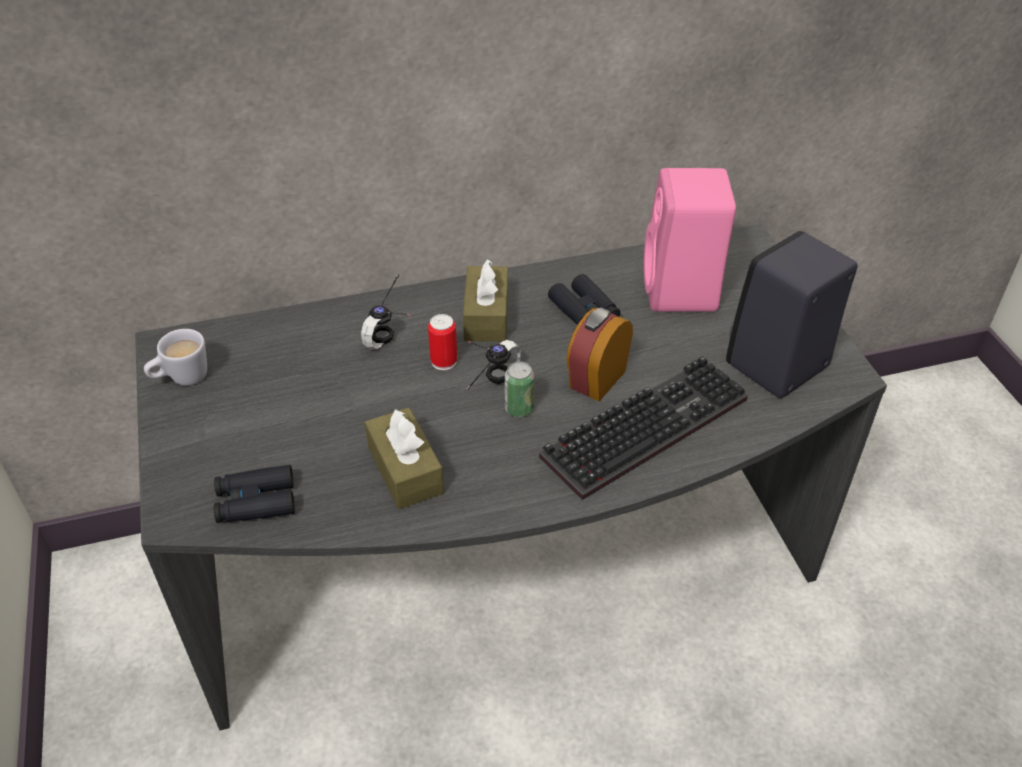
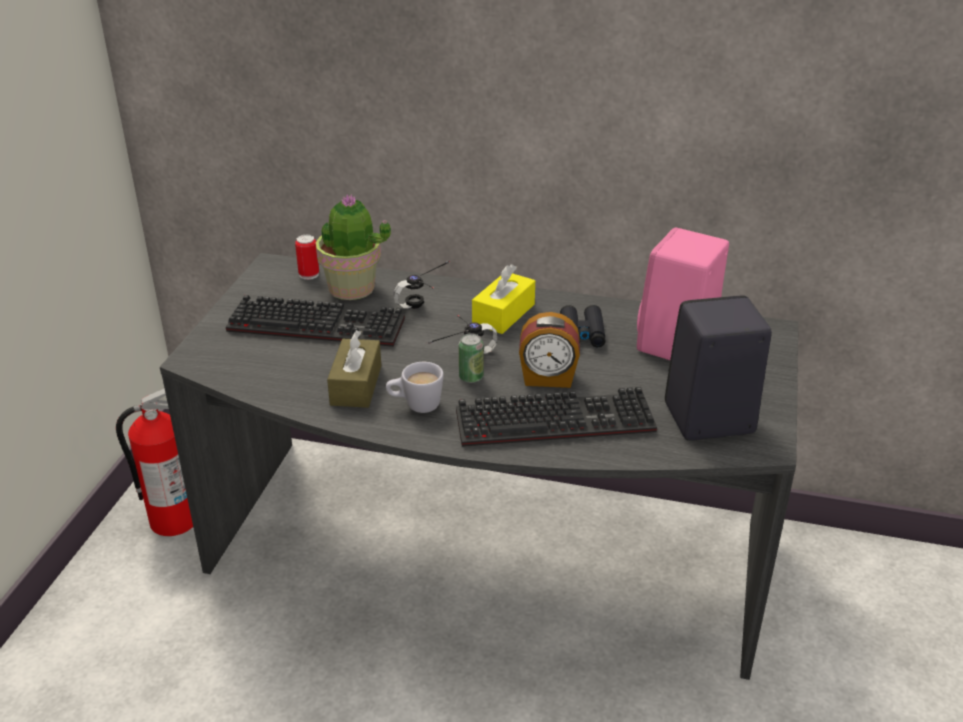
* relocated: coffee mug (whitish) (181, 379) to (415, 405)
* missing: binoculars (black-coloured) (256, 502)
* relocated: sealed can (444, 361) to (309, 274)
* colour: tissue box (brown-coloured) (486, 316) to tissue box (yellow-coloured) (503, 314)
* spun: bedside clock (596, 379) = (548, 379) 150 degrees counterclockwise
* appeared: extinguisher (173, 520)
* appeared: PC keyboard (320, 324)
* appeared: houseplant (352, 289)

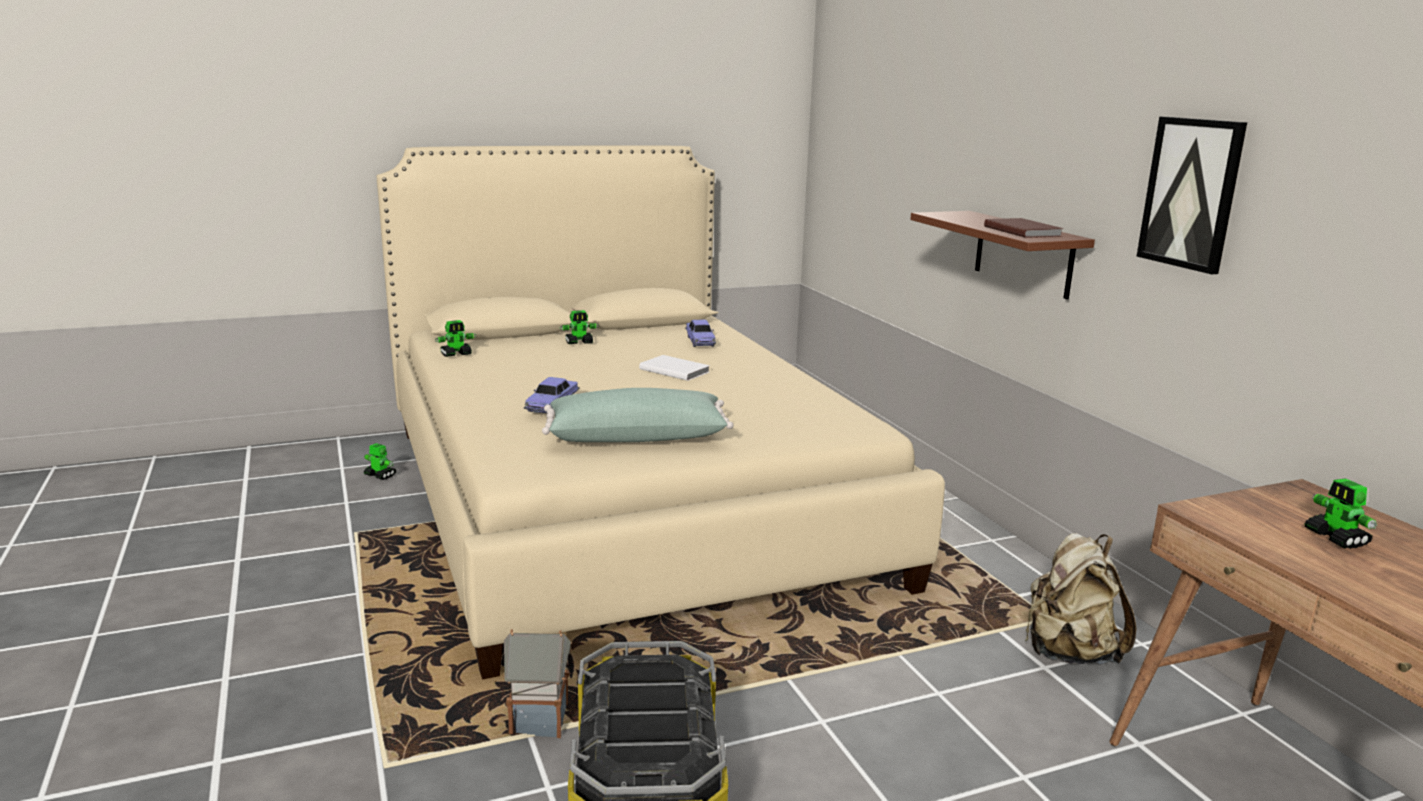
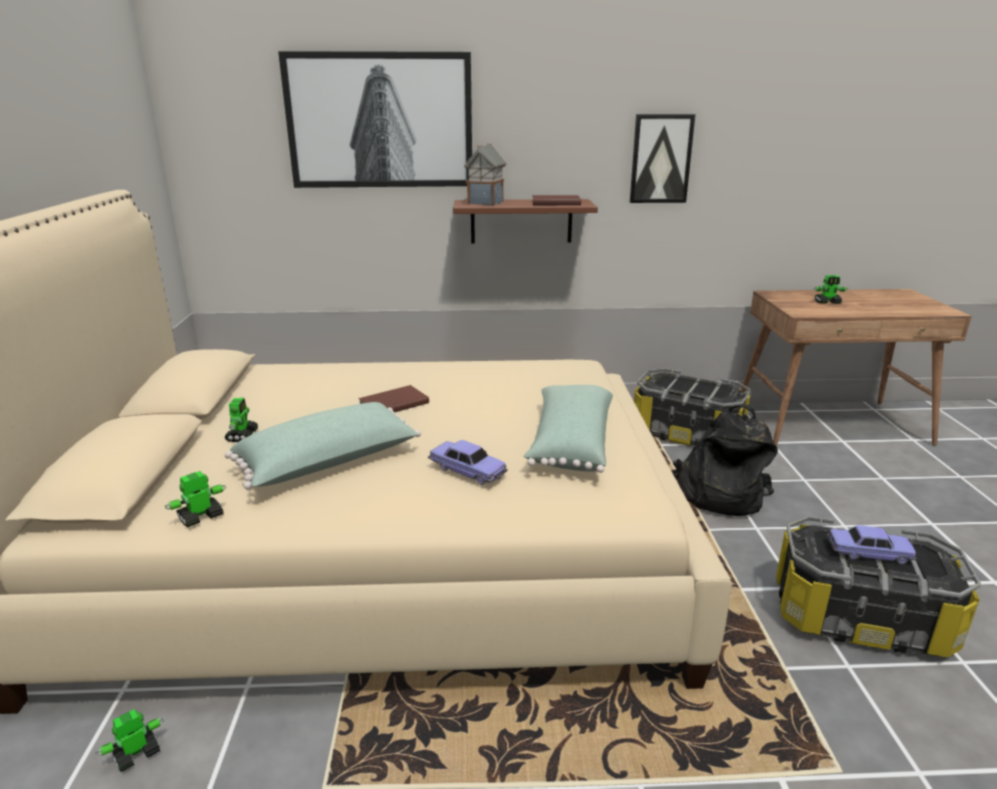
* spun: toy robot (456, 354) = (200, 517) 120 degrees counterclockwise
* relocated: toy house (541, 720) to (485, 203)
* colour: bound book (whitish) (674, 370) to bound book (brown-coloured) (392, 403)
* relocated: miniature car (700, 341) to (869, 553)
* exchanged: knapsack (sand-coloured) (1069, 653) to storage box (687, 433)
* appeared: cushion (green) (329, 464)
* appeared: wall art (380, 121)
* appeared: knapsack (black-coloured) (718, 494)

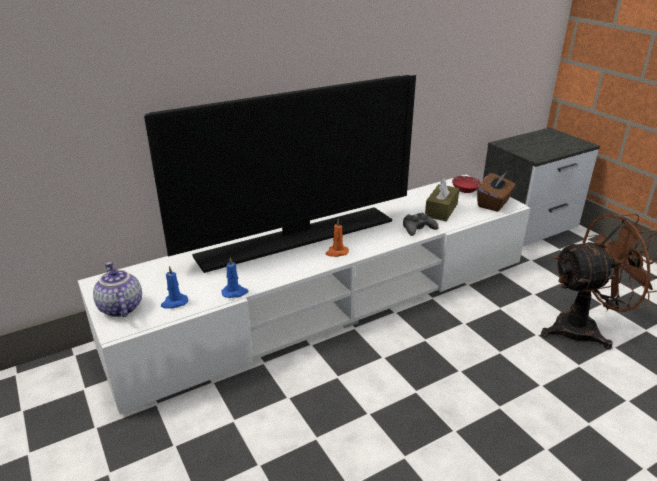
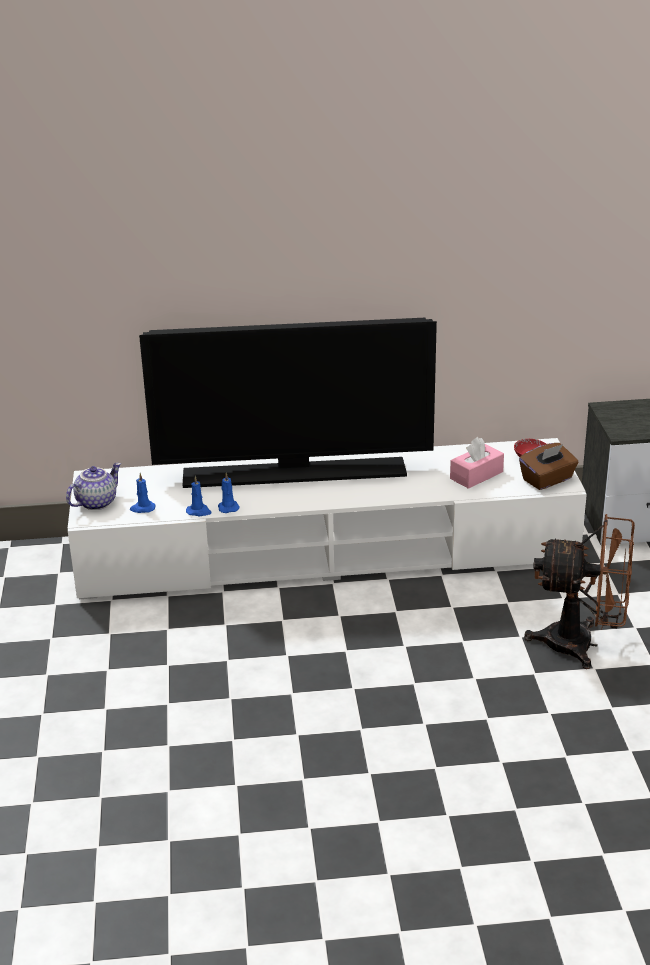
* spun: teapot (119, 308) = (96, 502) 45 degrees clockwise
* missing: wax candle (orange-coloured) (336, 252)
* missing: gamepad (black-coloured) (418, 229)
* colour: tissue box (brown-coloured) (441, 210) to tissue box (pinkish) (476, 475)
* appeared: wax candle (blue-coloured) (228, 507)

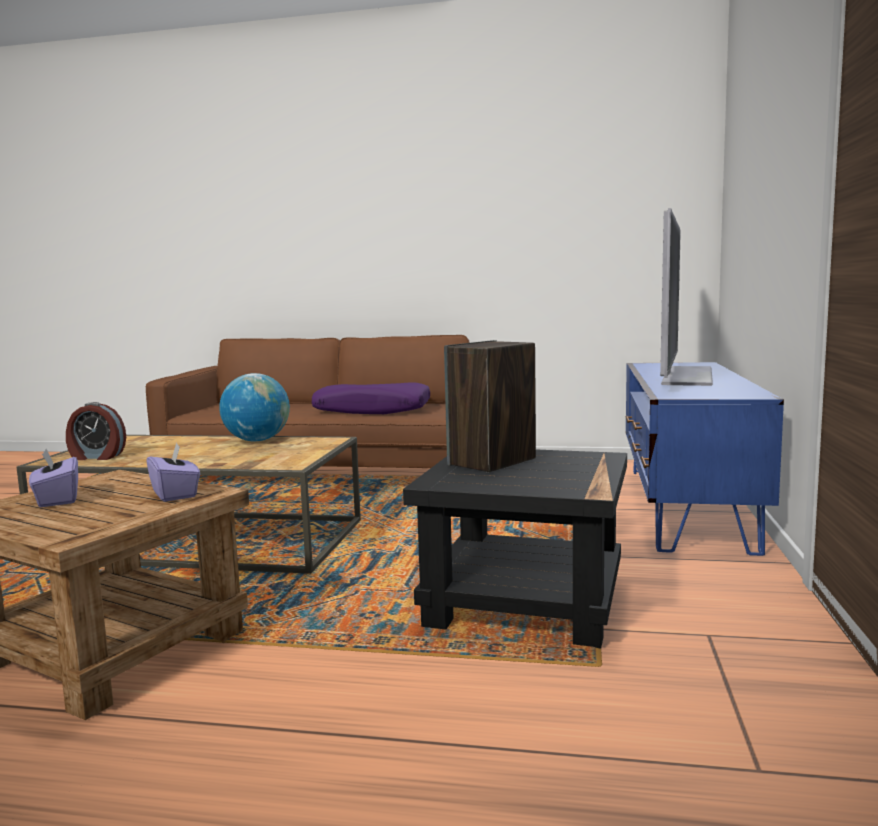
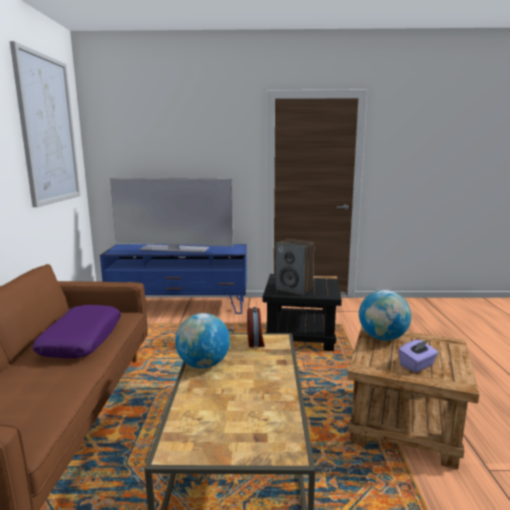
* relocated: bedside clock (97, 457) to (256, 341)
* exchanged: tissue box (purplish) (175, 494) to globe (382, 338)
* appeared: wall art (48, 130)

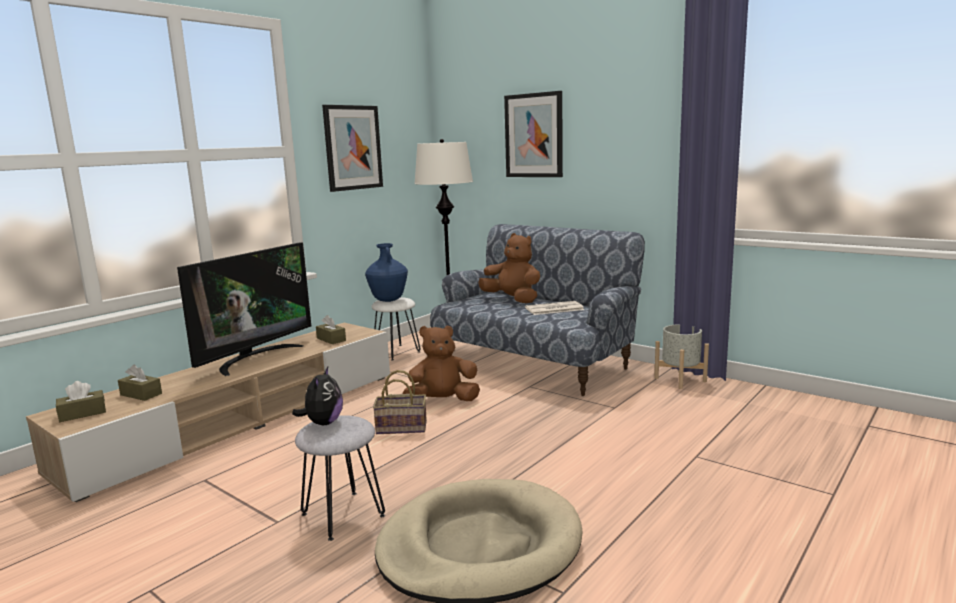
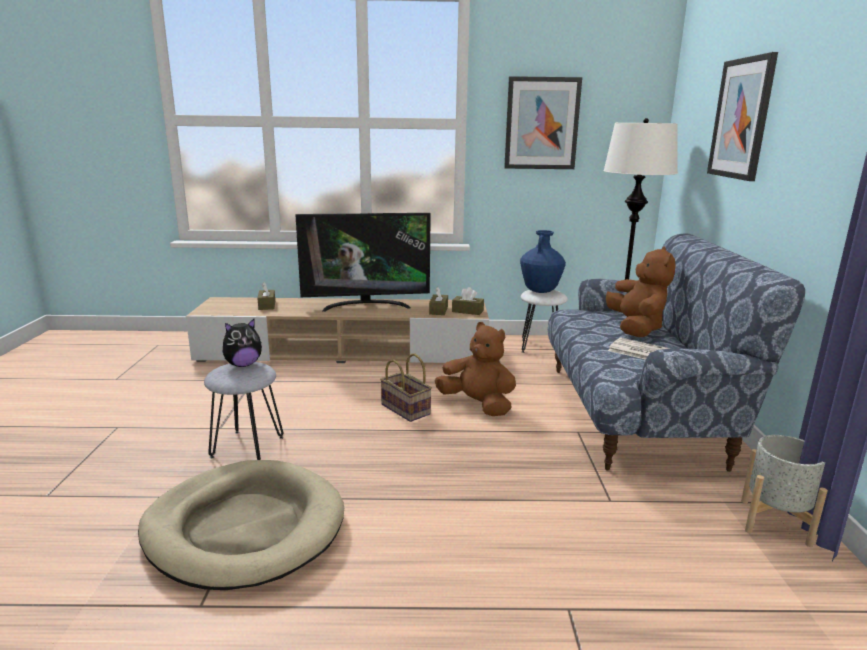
* relocated: tissue box (brown-coloured) (82, 414) to (467, 311)

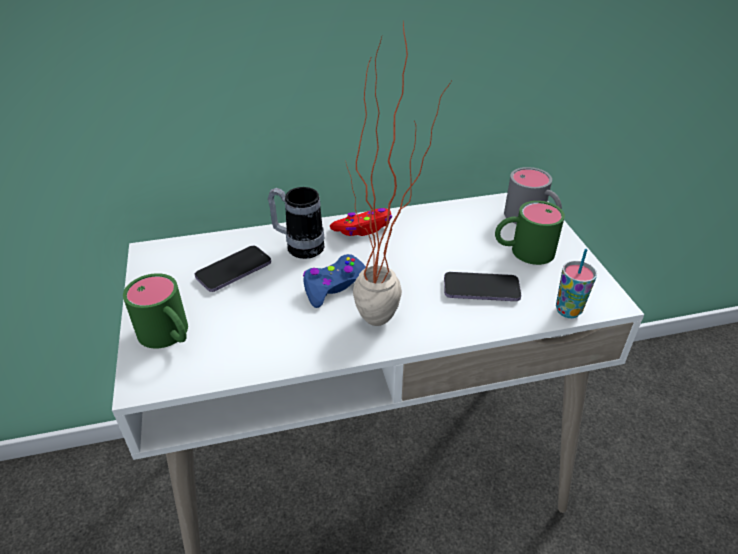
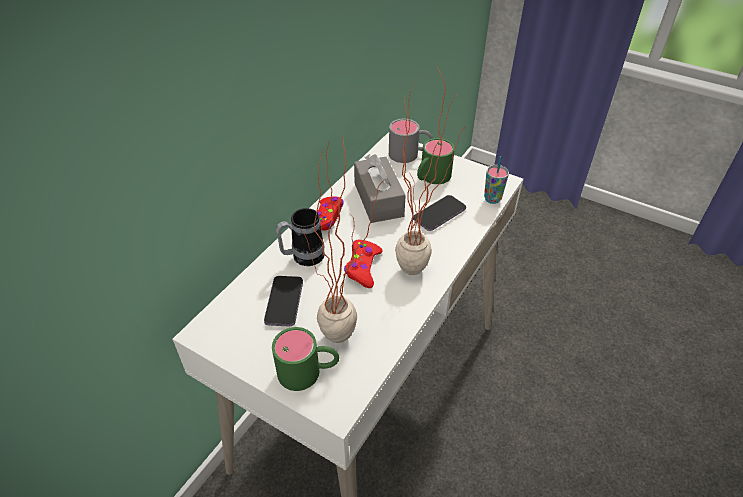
* colour: gamepad (blue-coloured) (335, 287) to gamepad (red-coloured) (363, 267)
* appeared: houseplant (348, 342)
* appeared: tissue box (greyish) (378, 199)

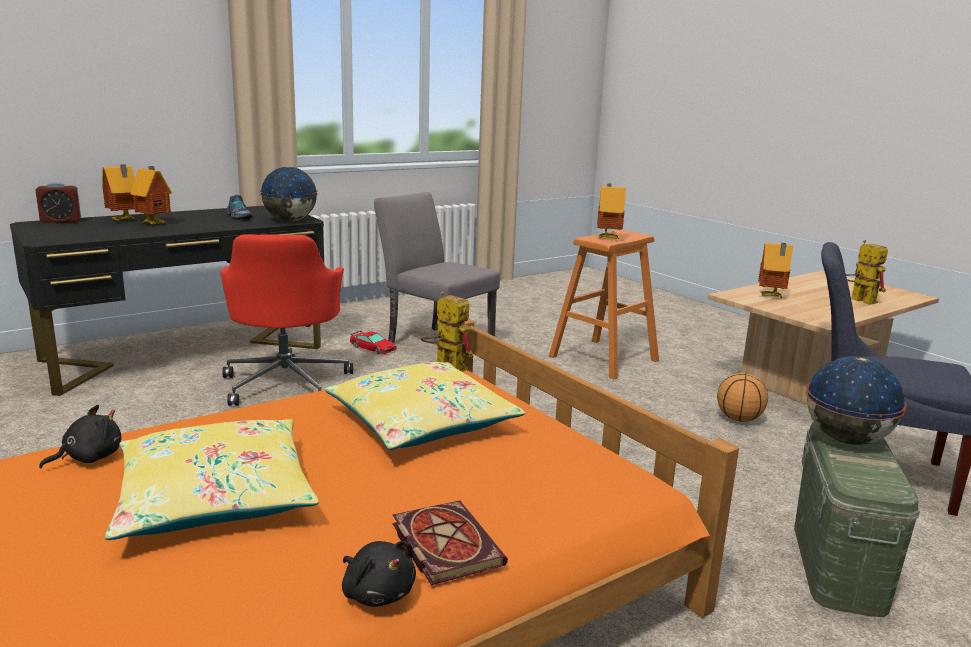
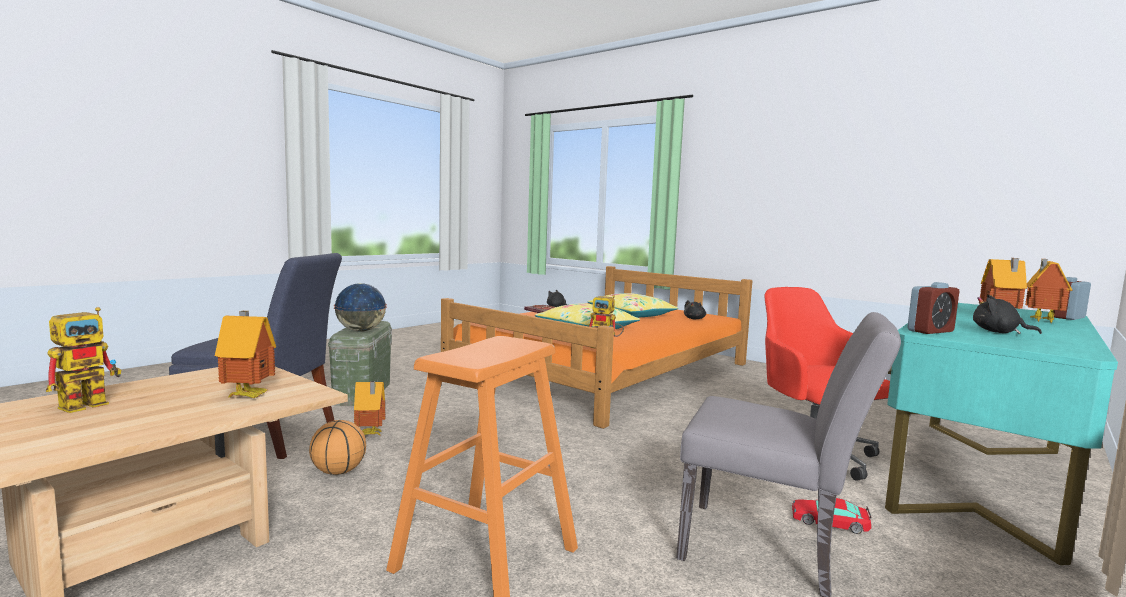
* colour: desk unit (black-coloured) (185, 354) to desk unit (turquoise) (981, 477)
* exchanged: item of footwear (239, 217) to cuddly toy (black-coloured) (999, 332)
* exchanged: globe (290, 220) to bedside clock (930, 331)
* relocated: toy house (608, 238) to (370, 435)
* spun: toy robot (857, 300) = (92, 403) 105 degrees counterclockwise

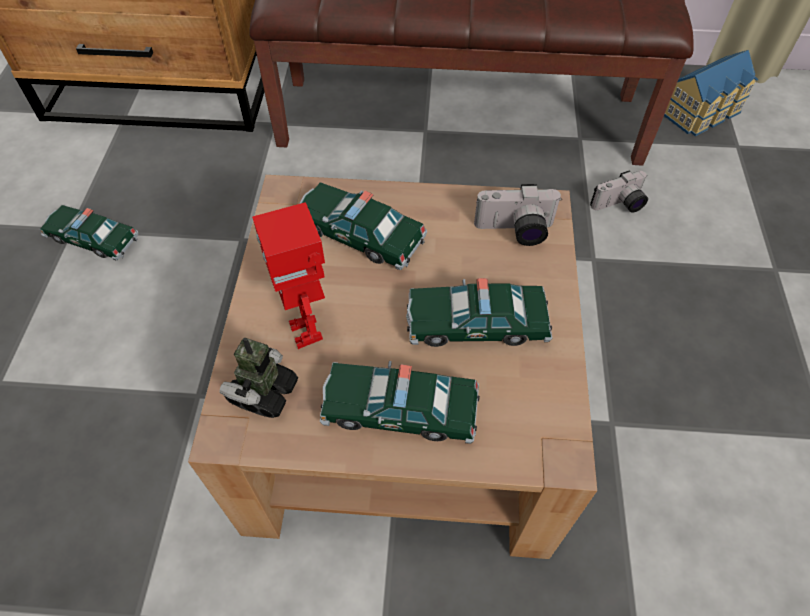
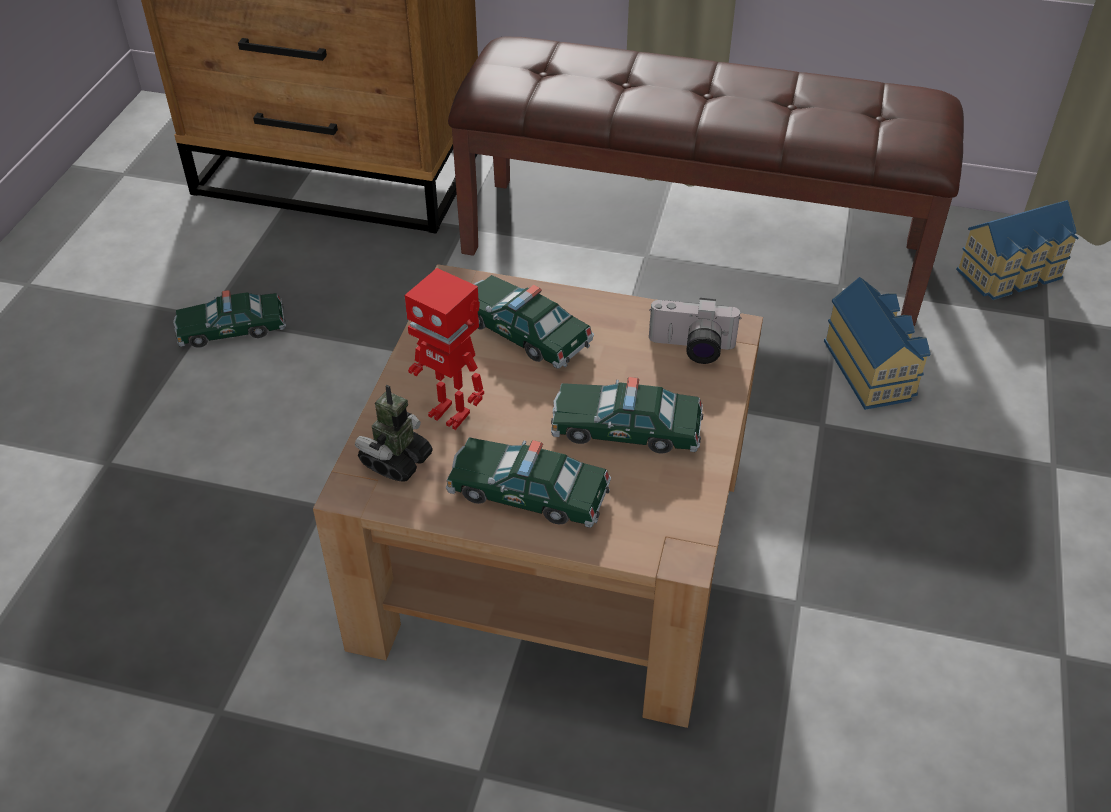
* spun: miniature car (93, 239) = (232, 329) 45 degrees counterclockwise
* spun: toy robot (308, 331) = (451, 413) 45 degrees counterclockwise
* exchanged: photo camera (619, 205) to toy house (871, 368)

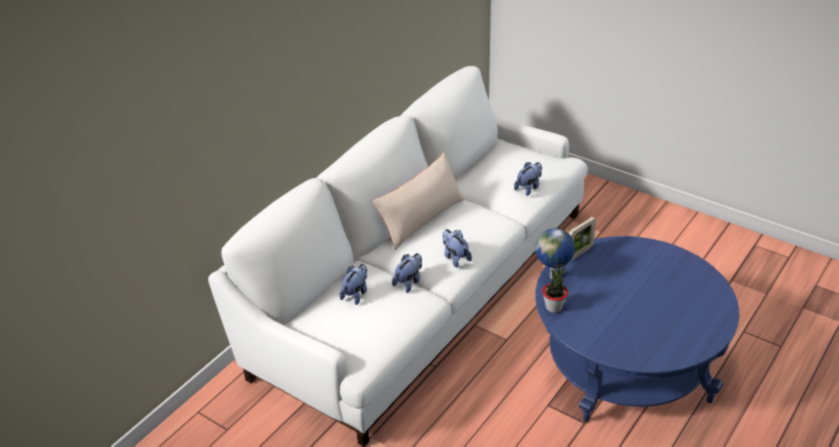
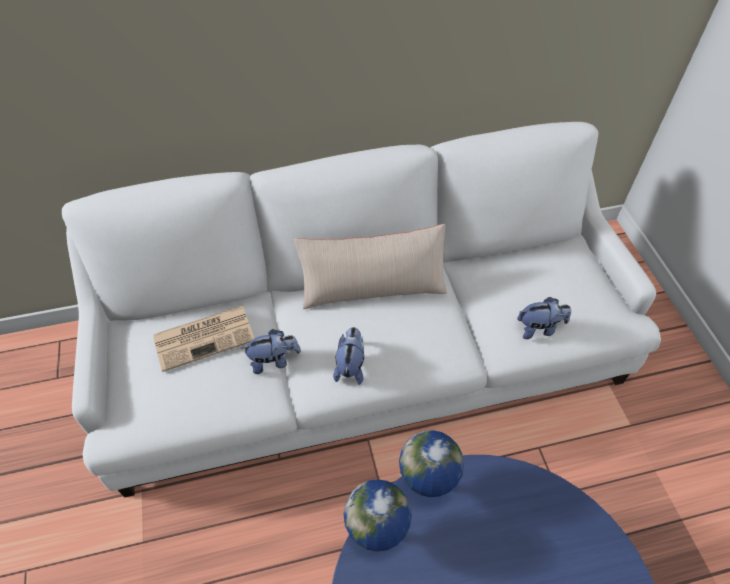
* exchanged: cuddly toy (356, 294) to daily paper (205, 337)
* exchanged: houseplant (554, 307) to globe (377, 534)
* missing: picture frame (579, 253)

